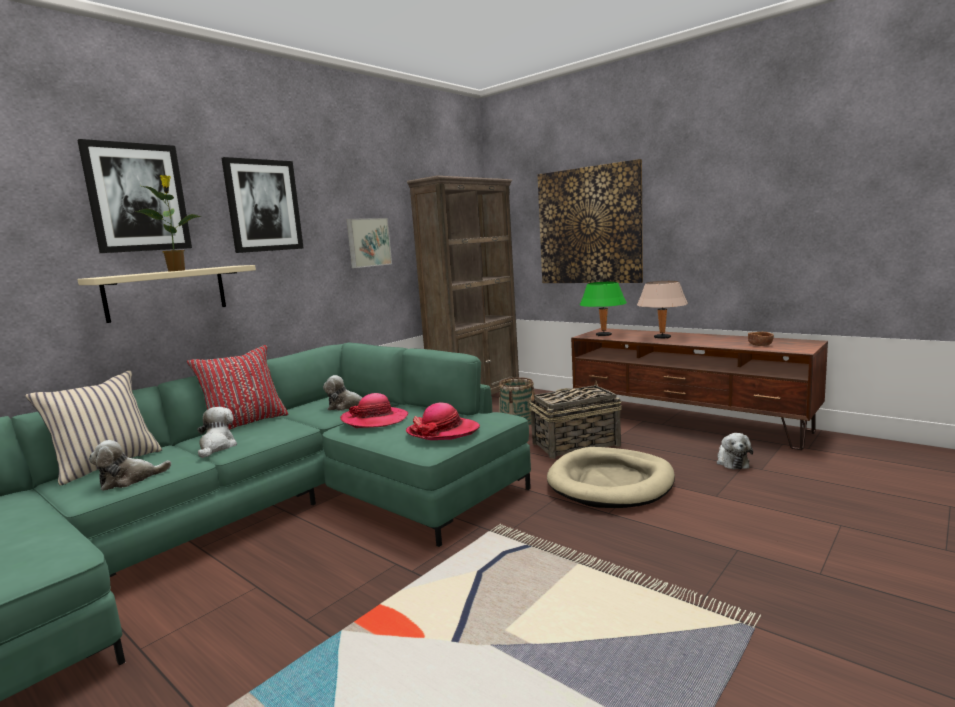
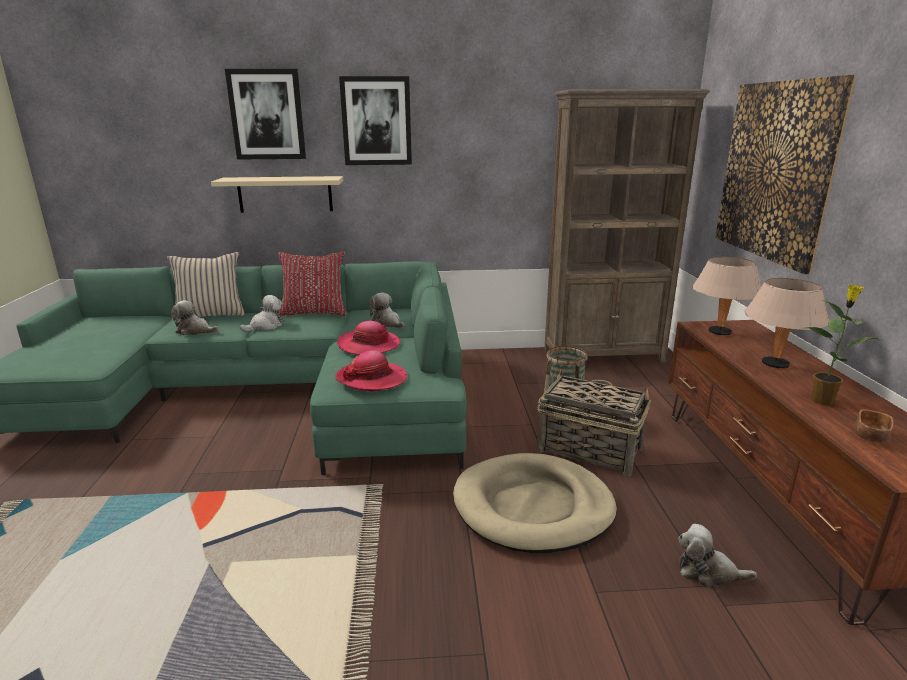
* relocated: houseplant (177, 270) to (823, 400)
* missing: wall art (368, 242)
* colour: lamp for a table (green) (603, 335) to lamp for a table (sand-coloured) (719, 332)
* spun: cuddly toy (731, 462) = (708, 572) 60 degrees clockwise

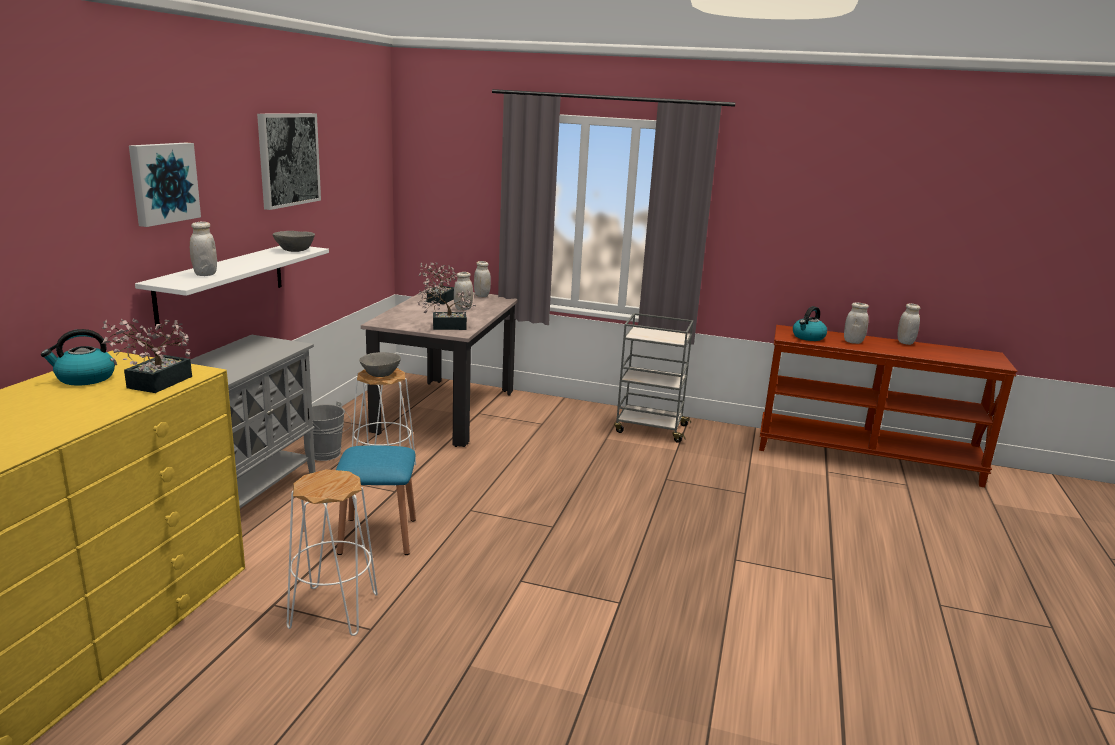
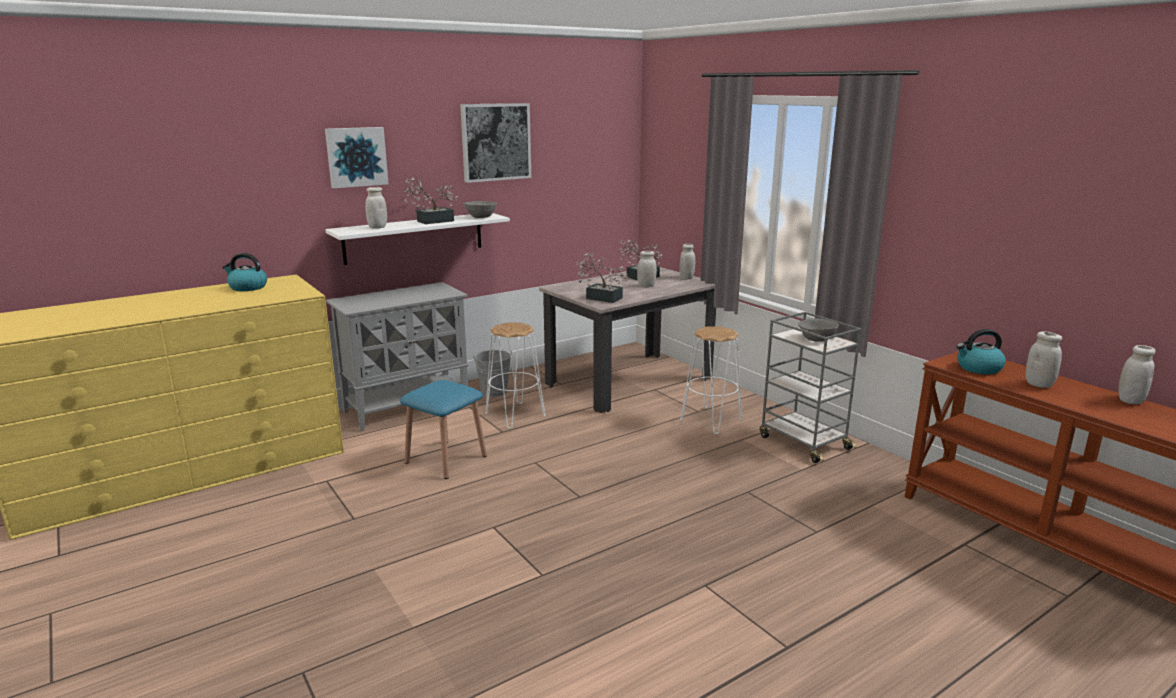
* relocated: houseplant (154, 384) to (431, 221)
* relocated: sitting stool (whitish) (333, 611) to (710, 421)
* relocated: serving bowl (greyish) (380, 374) to (816, 339)

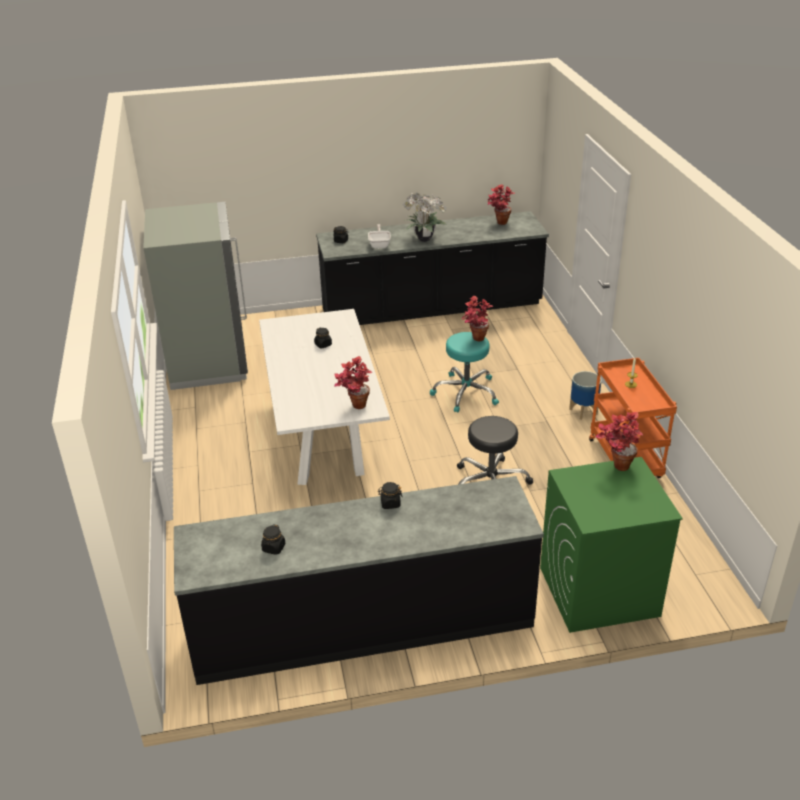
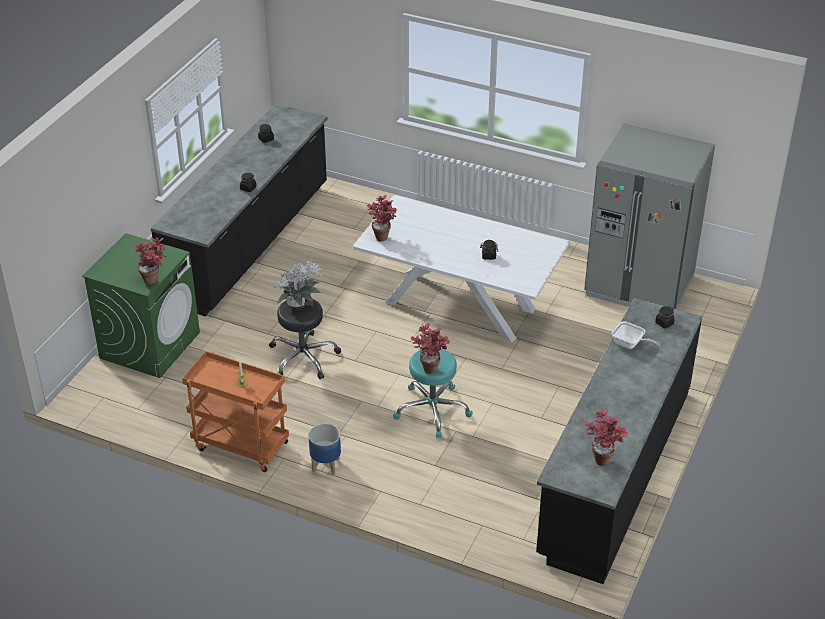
* relocated: houseplant (423, 239) to (299, 306)

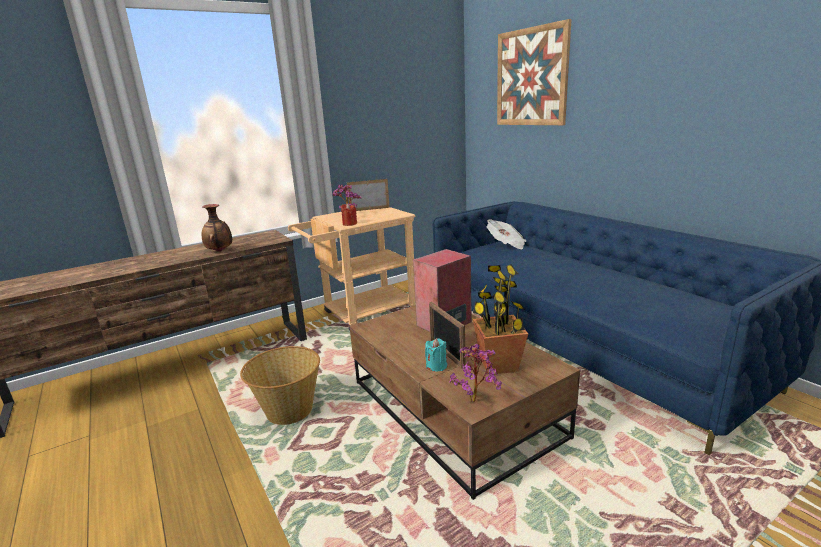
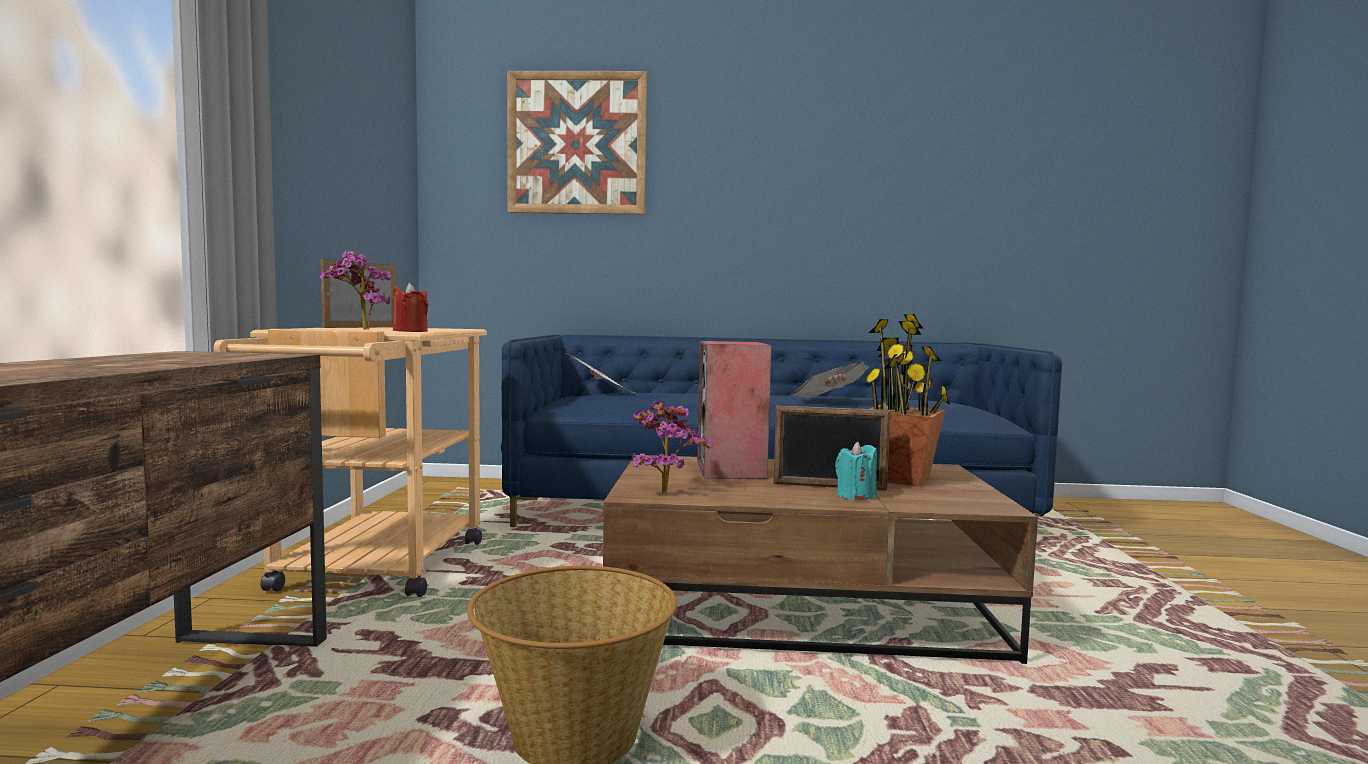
* missing: decorative vase (220, 251)
* relocated: houseplant (476, 400) to (664, 491)
* appeared: daily paper (829, 401)

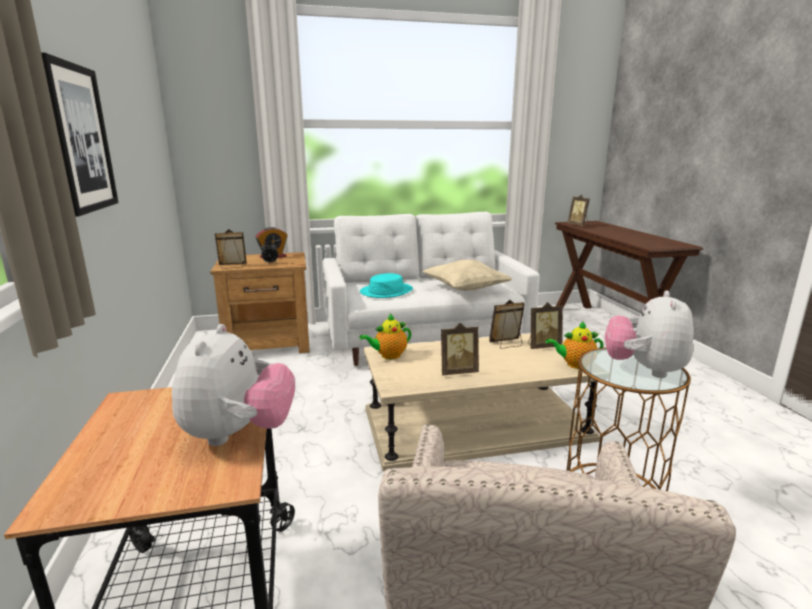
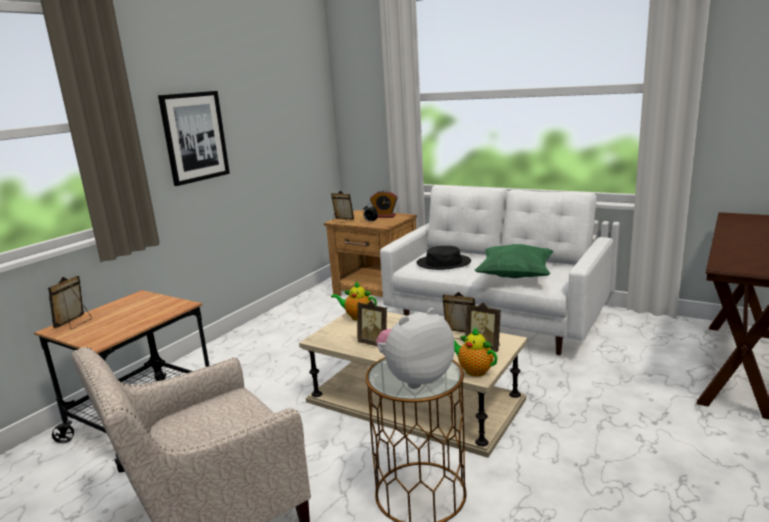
* missing: cuddly toy (238, 434)
* colour: clothing hat (turquoise) (386, 291) to clothing hat (black-coloured) (443, 263)
* colour: cushion (sand-coloured) (465, 290) to cushion (green) (515, 276)
* relocated: picture frame (578, 225) to (75, 323)

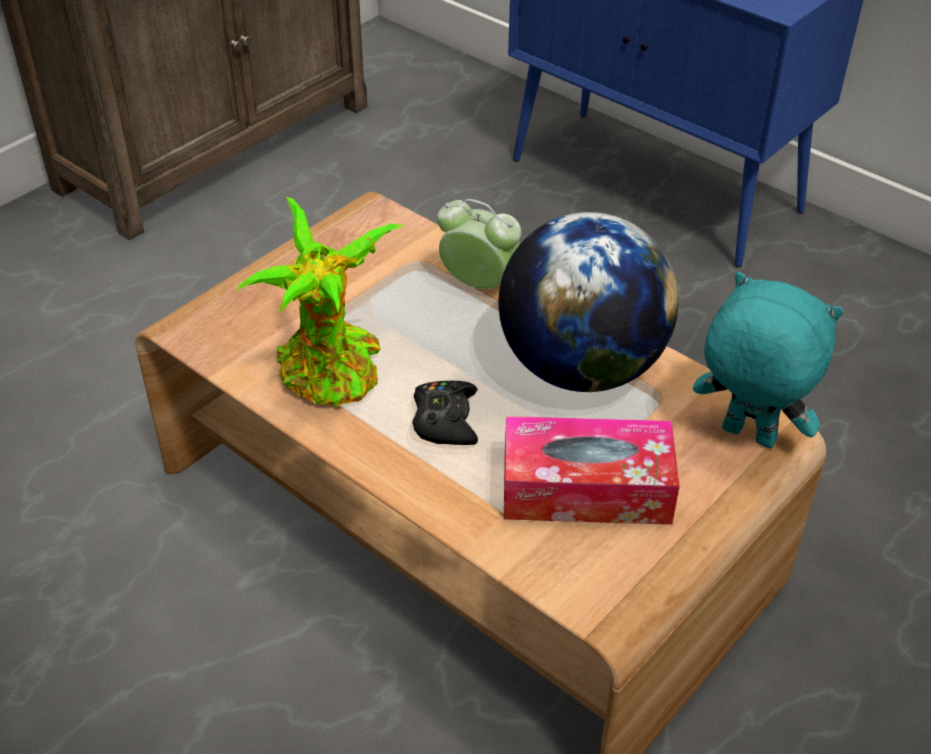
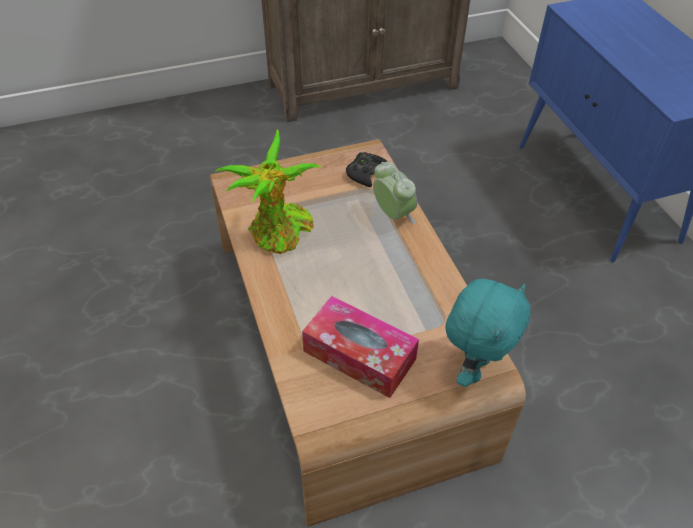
* relocated: gamepad (black-coloured) (445, 420) to (366, 173)
* missing: globe (581, 368)
* spun: cuddly toy (turquoise) (746, 437) = (474, 368) 60 degrees clockwise

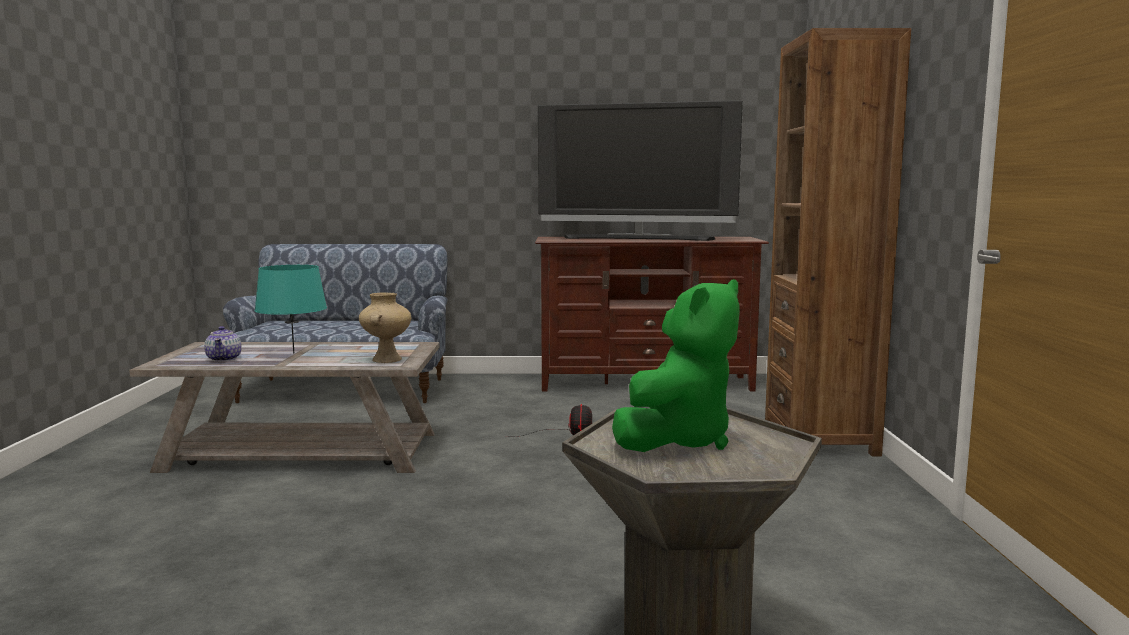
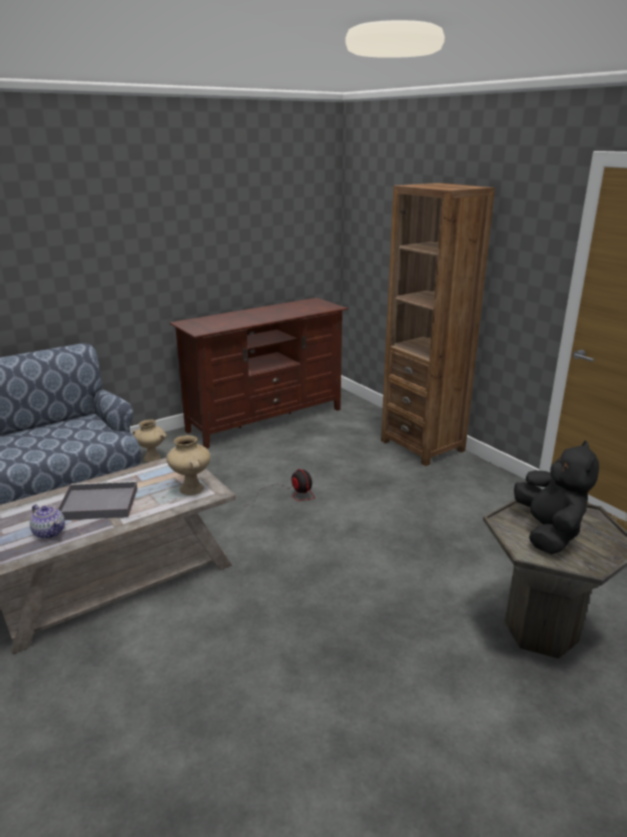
* exchanged: lamp for a table (turquoise) (293, 353) to tray (greyish) (97, 504)
* missing: TV set (638, 238)
* colour: cuddly toy (green) (677, 440) to cuddly toy (black-coloured) (548, 532)
* appeared: decorative vase (sand-coloured) (151, 458)

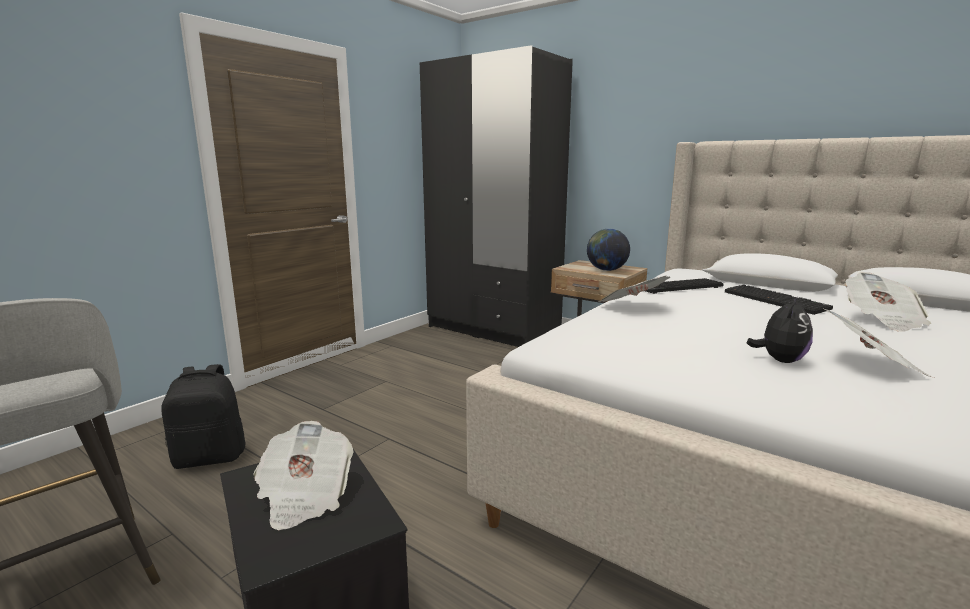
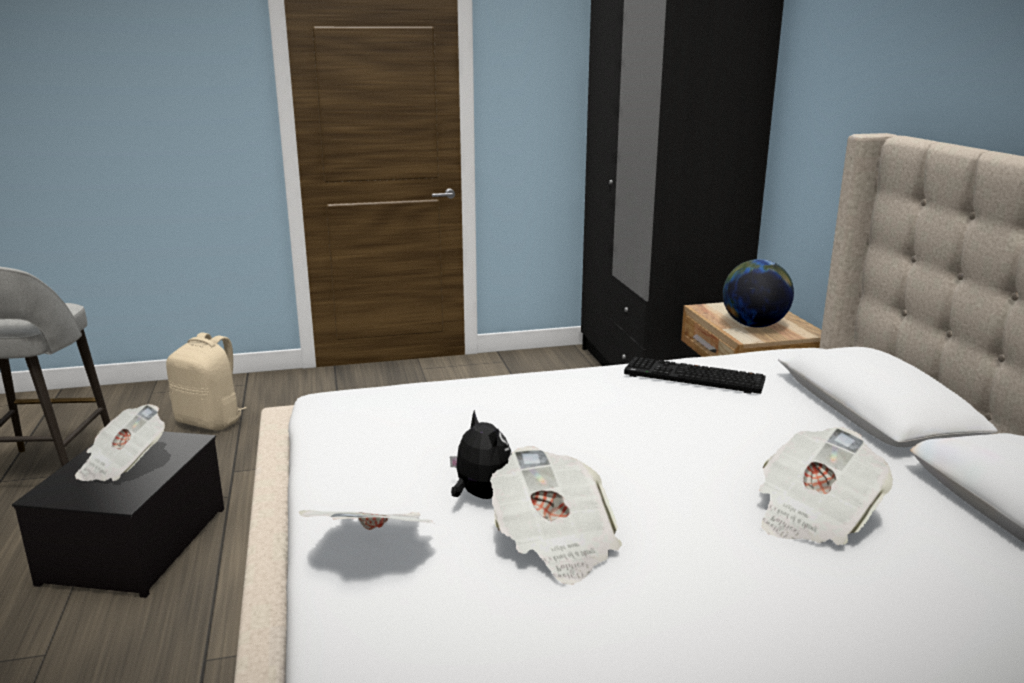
* colour: knapsack (black-coloured) (210, 457) to knapsack (sand-coloured) (211, 421)
* relocated: daily paper (631, 307) to (375, 547)
* missing: PC keyboard (776, 300)
* spun: cuddly toy (779, 360) = (480, 495) 105 degrees counterclockwise

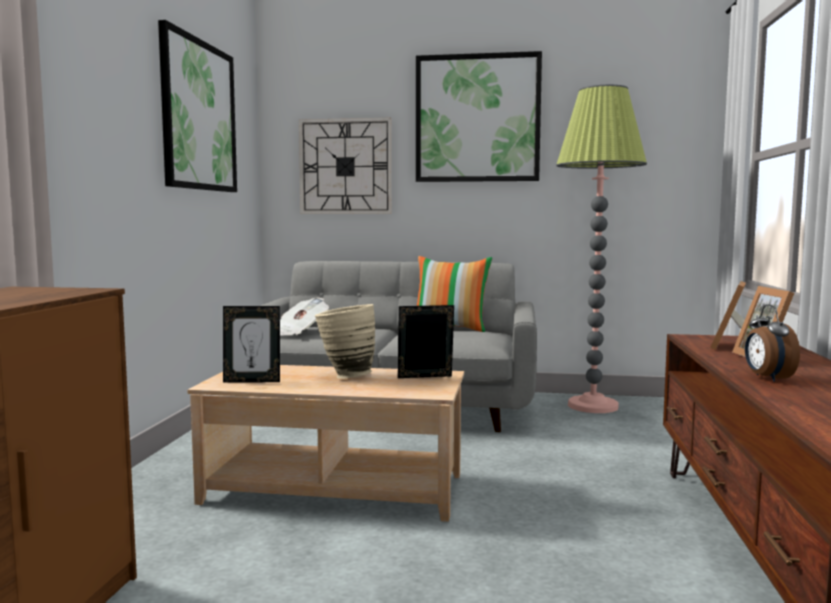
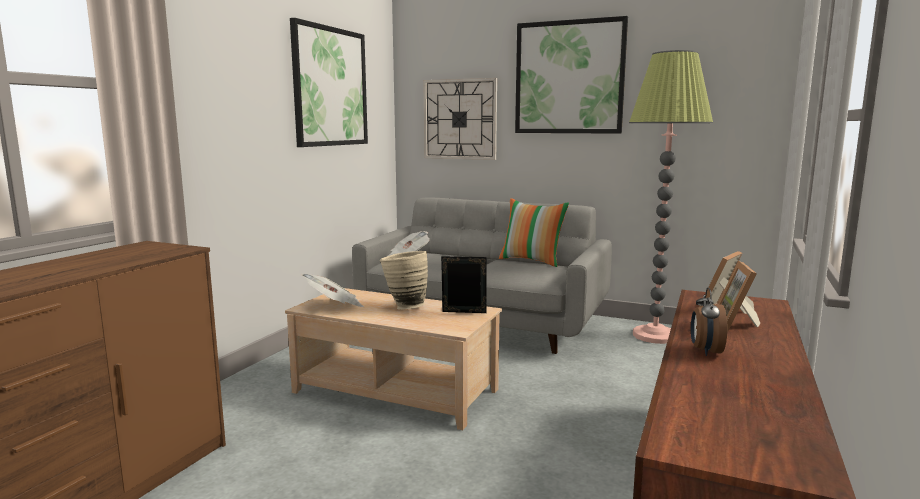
* exchanged: picture frame (252, 381) to daily paper (334, 306)

